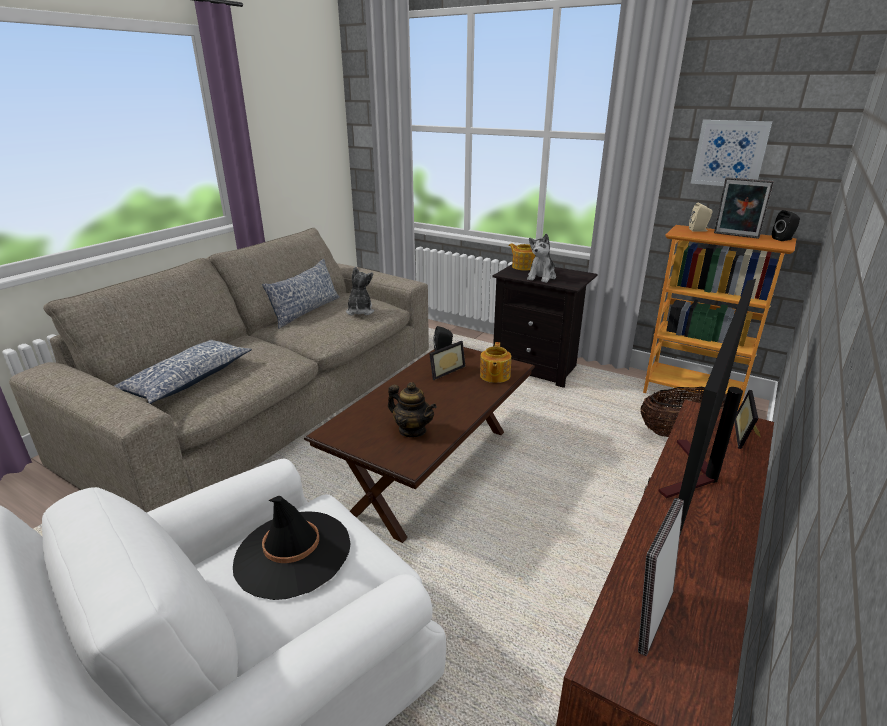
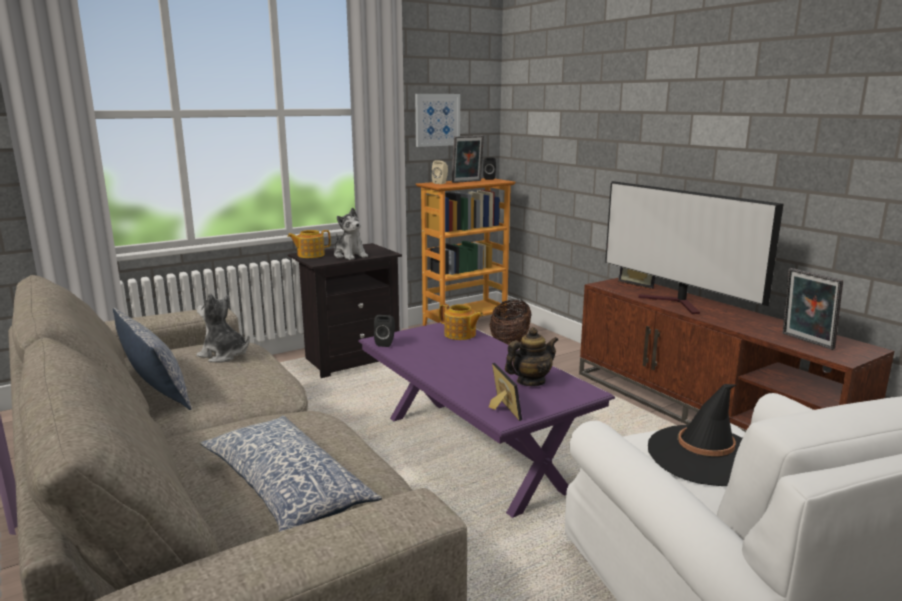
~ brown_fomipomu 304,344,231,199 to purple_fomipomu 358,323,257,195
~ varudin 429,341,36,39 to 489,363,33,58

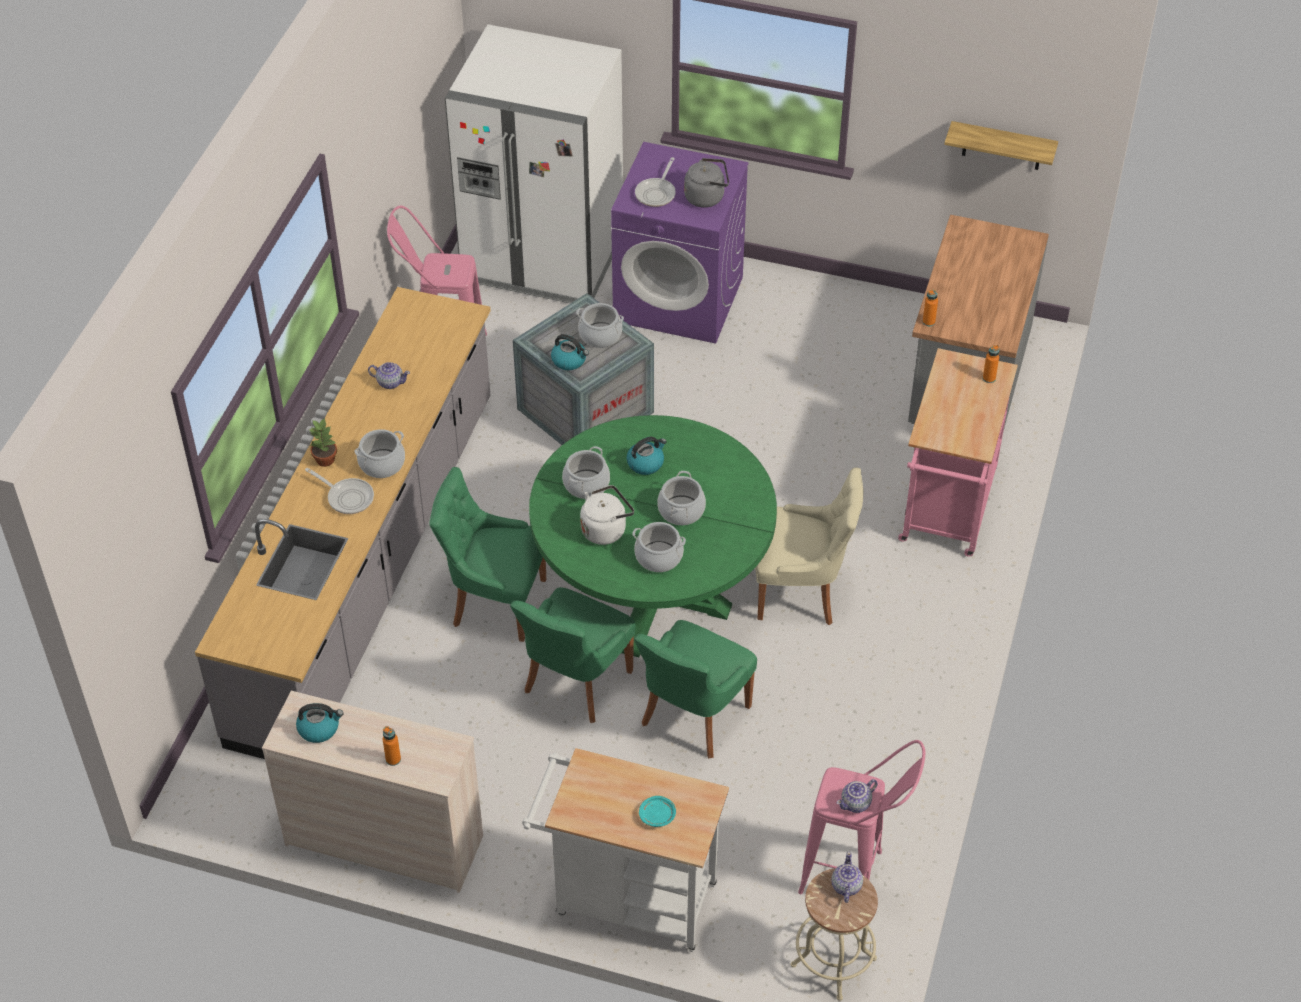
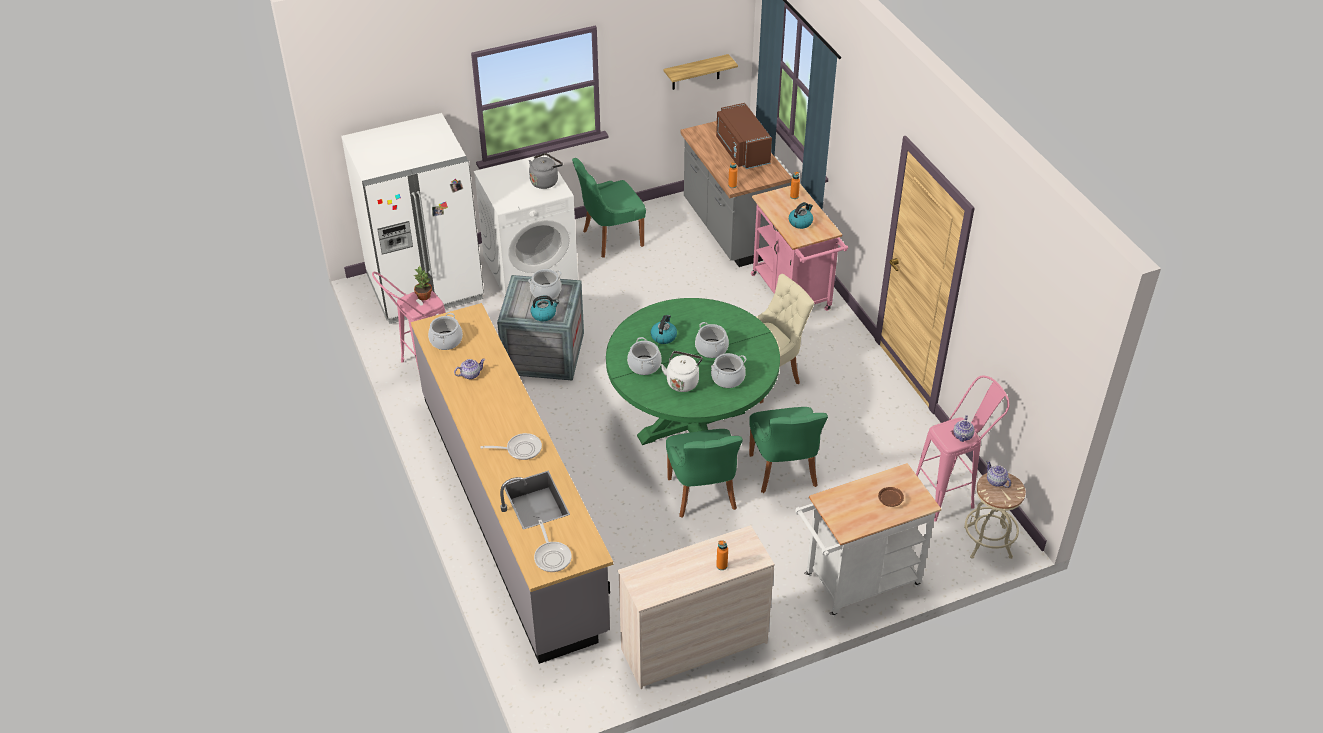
~ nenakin 296,703,48,40 to 789,202,24,27
~ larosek 309,419,28,48 to 414,266,18,34
~ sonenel 354,429,51,49 to 428,313,35,37
~ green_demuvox 429,467,117,175 to 572,158,74,100
~ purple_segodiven 611,142,138,202 to white_segodiven 474,155,104,141
~ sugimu 635,157,41,50 to 534,520,38,52
~ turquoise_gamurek 639,796,37,31 to brown_gamurek 878,487,26,20
+ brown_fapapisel 716,103,56,66

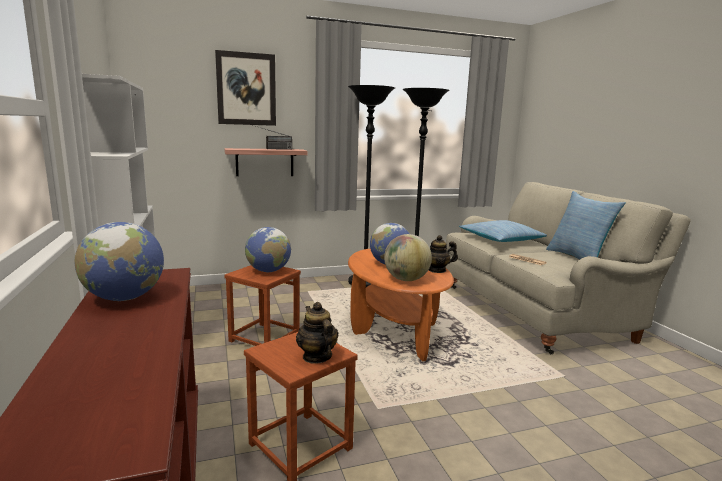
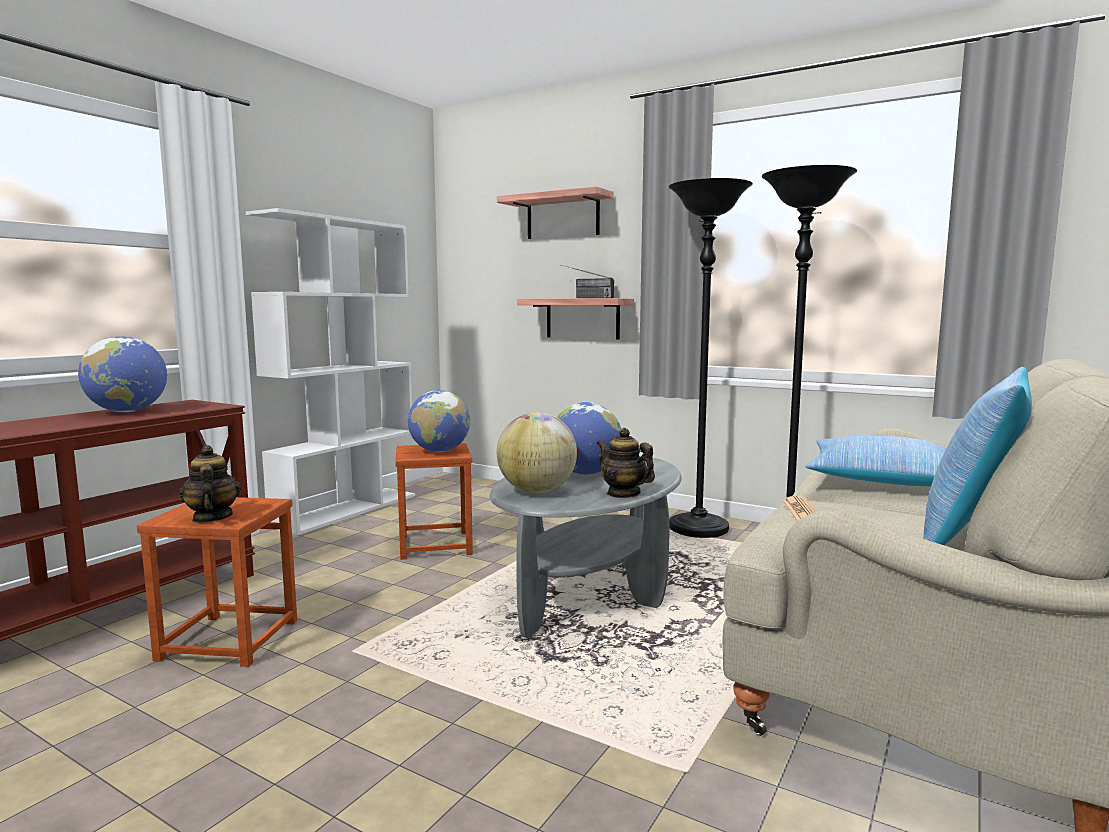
~ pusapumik 215,50,61,76 to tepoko 497,186,117,53
~ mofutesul 296,302,42,62 = 179,445,62,78 45 degrees counterclockwise
~ orange_fomipomu 348,249,106,112 to grey_fomipomu 490,455,192,183

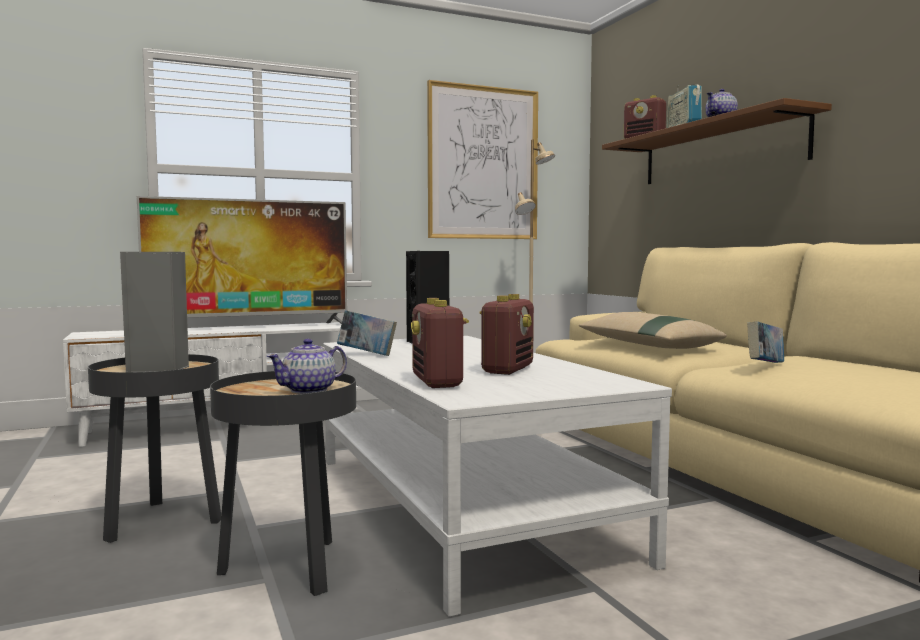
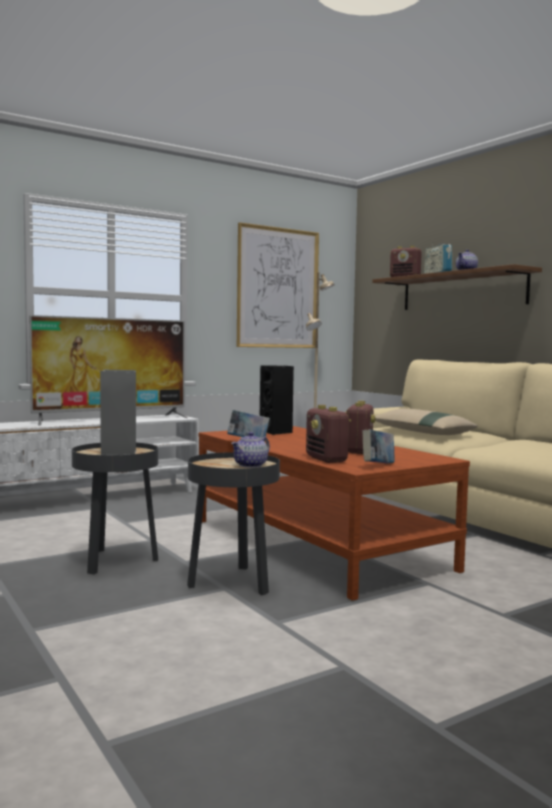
~ white_fomipomu 323,336,349,281 to brown_fomipomu 199,426,271,175
~ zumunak 747,321,37,42 to 362,429,33,34

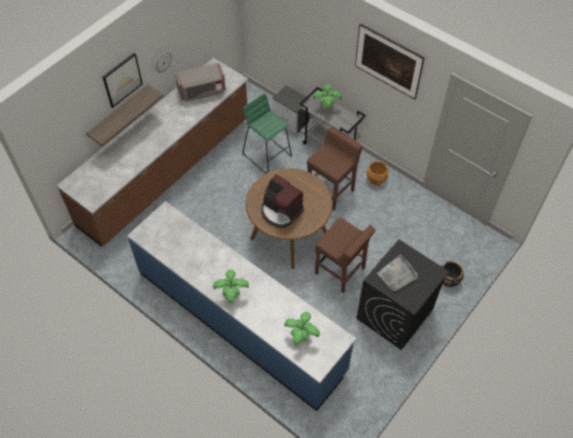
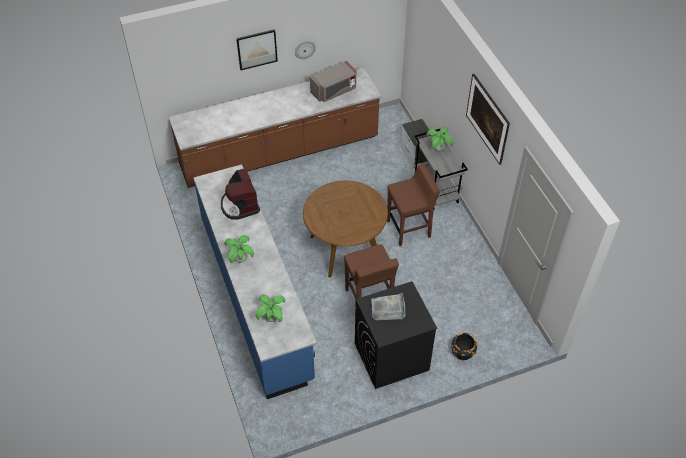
- tepoko 86,85,78,61
~ grey_fapapisel 175,63,51,39 = 310,61,46,41 45 degrees counterclockwise
- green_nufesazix 243,93,49,81
~ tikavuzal 261,174,43,54 to 221,168,39,52
- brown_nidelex 367,161,22,24

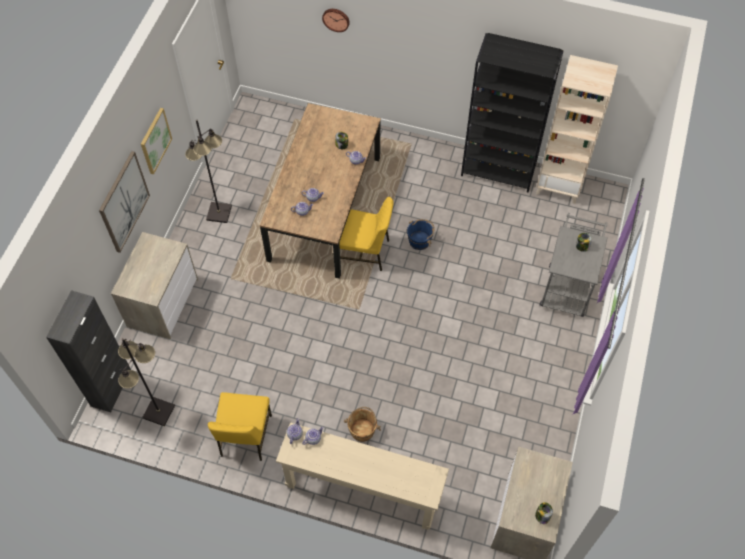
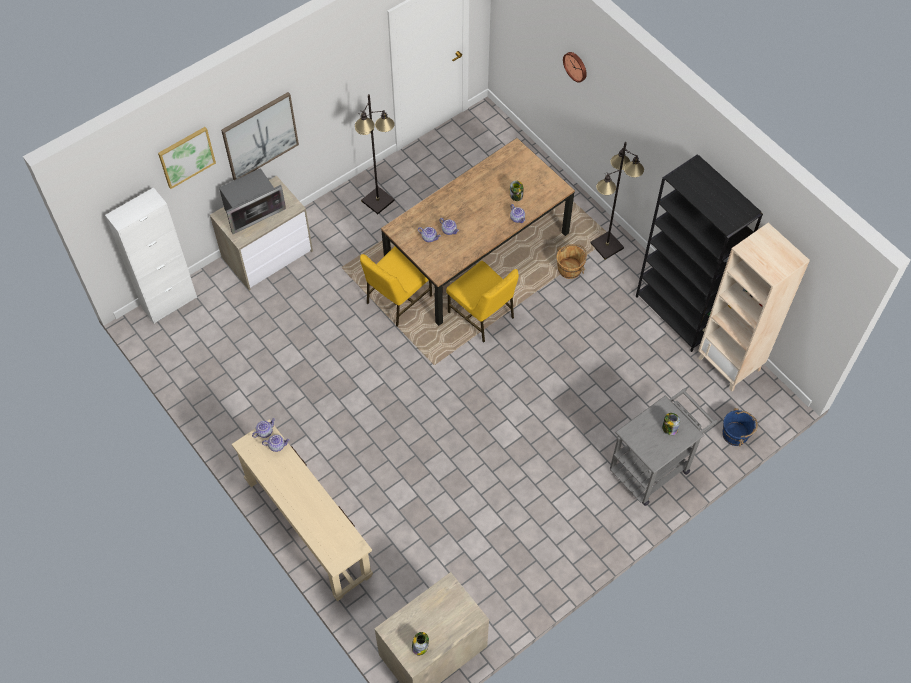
~ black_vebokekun 46,290,85,122 to white_vebokekun 105,187,92,137
~ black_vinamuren 118,338,57,88 to 590,142,54,118
~ pusapumik 141,108,31,66 to 158,127,58,62
~ yellow_demuvox 208,392,64,69 to 360,246,72,80
~ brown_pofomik 344,407,37,35 to 557,244,30,35
~ blue_pofomik 407,219,28,31 to 722,408,36,39
+ fapapisel 219,168,67,66

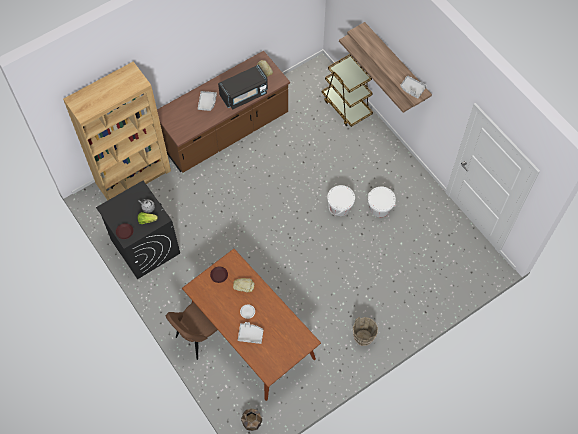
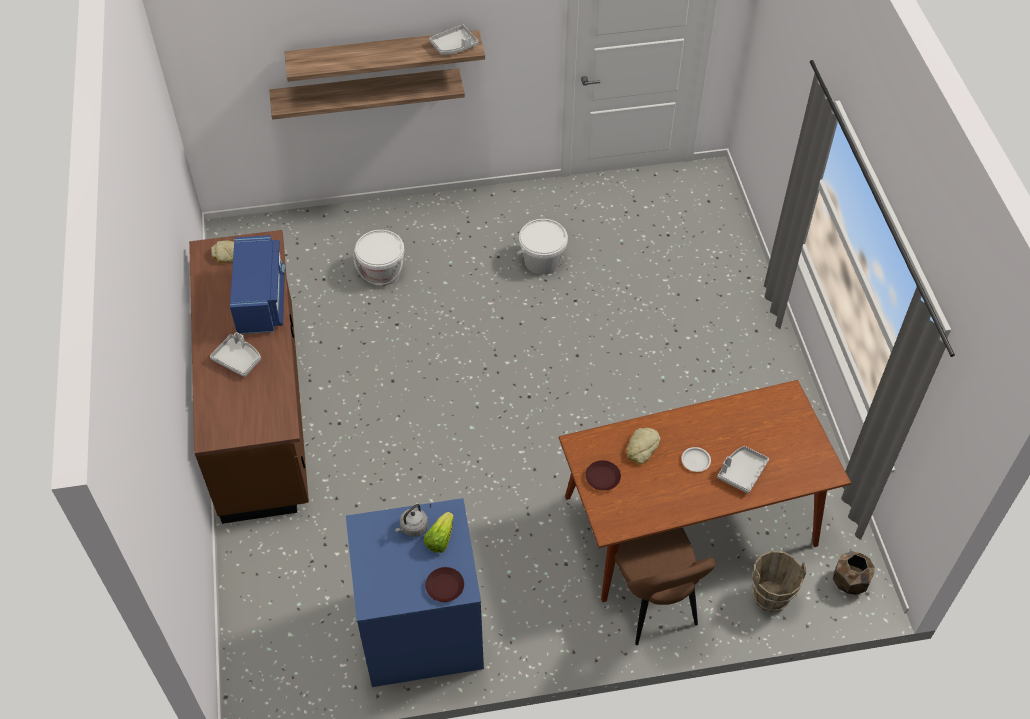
- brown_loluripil 63,61,108,139
~ black_segodiven 96,181,84,98 to blue_segodiven 346,498,138,189
~ black_fapapisel 218,65,50,44 to blue_fapapisel 230,235,55,99
- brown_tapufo 322,54,51,73
~ white_pofomik 327,185,28,31 to 354,230,50,56
~ brown_pofomik 353,317,25,29 to 752,551,54,61

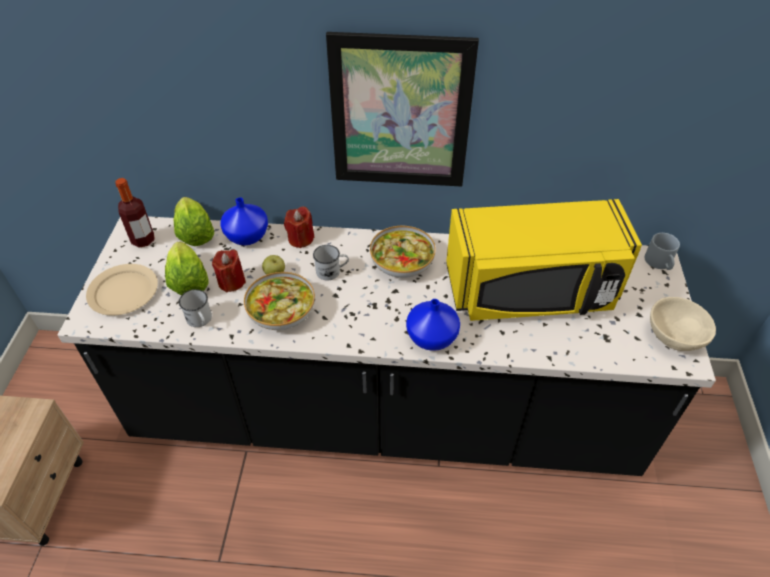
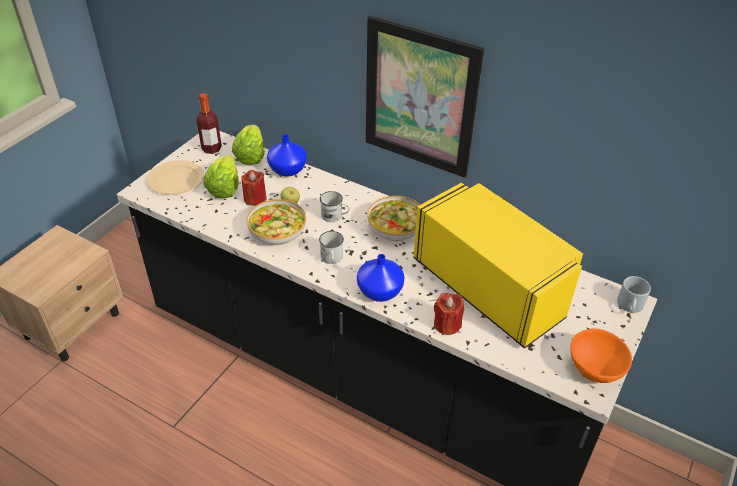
~ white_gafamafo 179,289,33,38 to 319,231,25,33
~ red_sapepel 284,206,30,42 to 434,293,30,42
~ yellow_fapapisel 446,199,196,122 = 413,183,170,166 150 degrees counterclockwise
~ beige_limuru 650,297,66,54 to orange_limuru 570,329,62,54

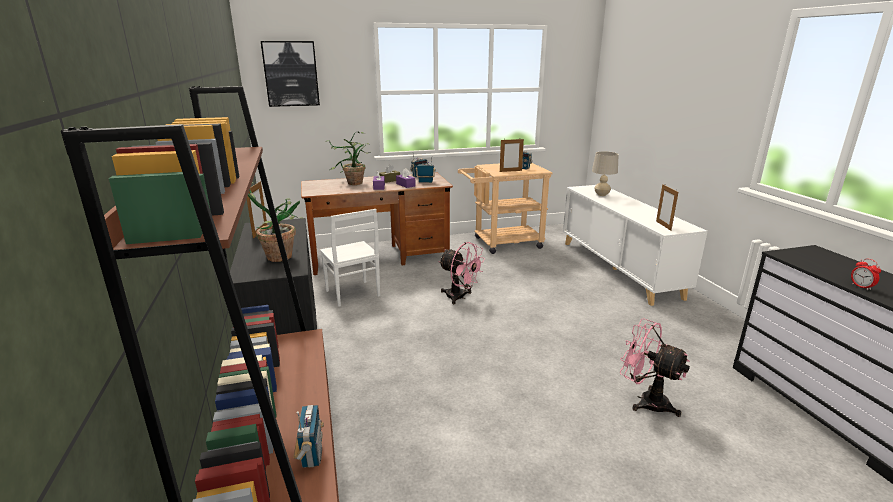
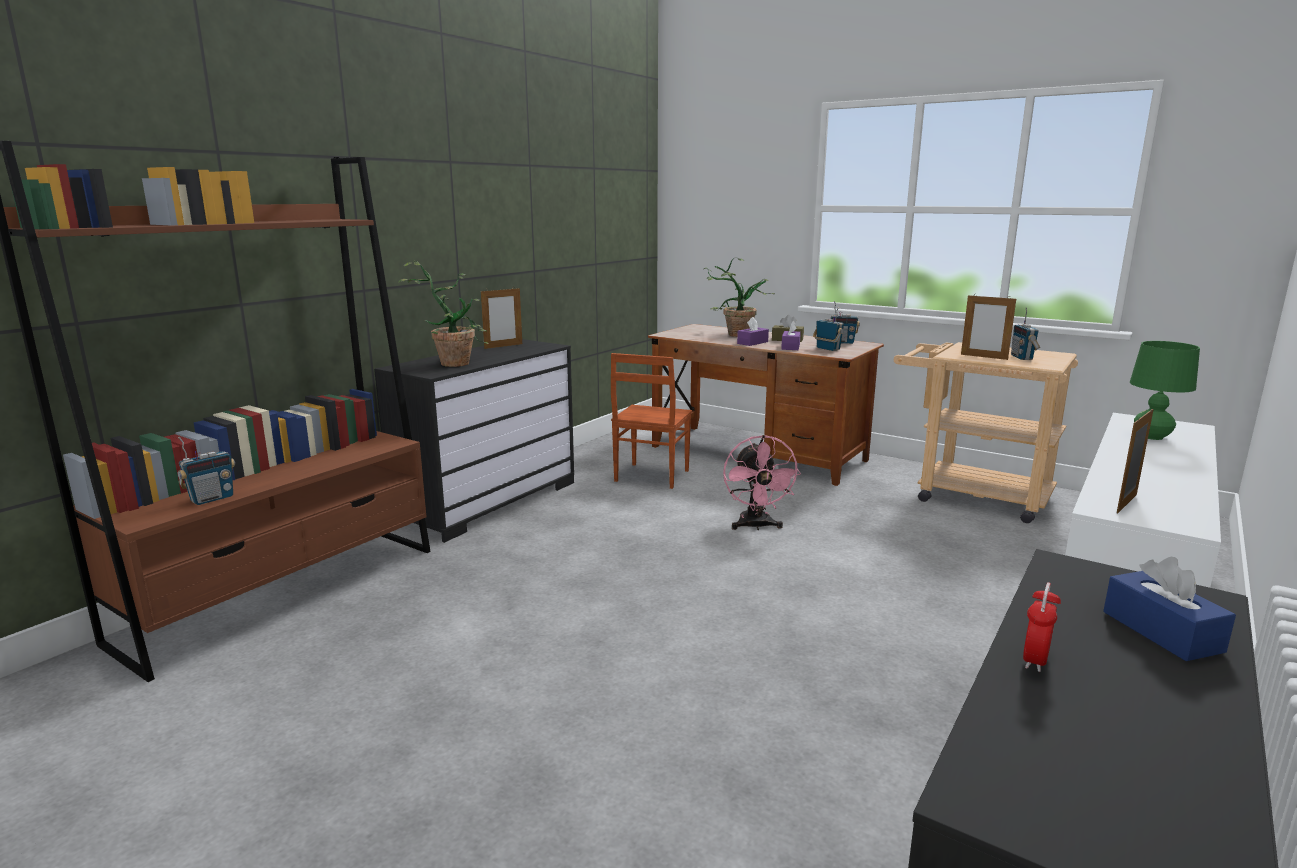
- pusapumik 261,41,59,66
~ white_demuvox 320,209,60,98 to brown_demuvox 611,353,81,136
~ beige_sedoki 592,152,27,44 to green_sedoki 1130,341,70,99
- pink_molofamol 620,318,70,99
+ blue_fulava 1103,557,133,104

